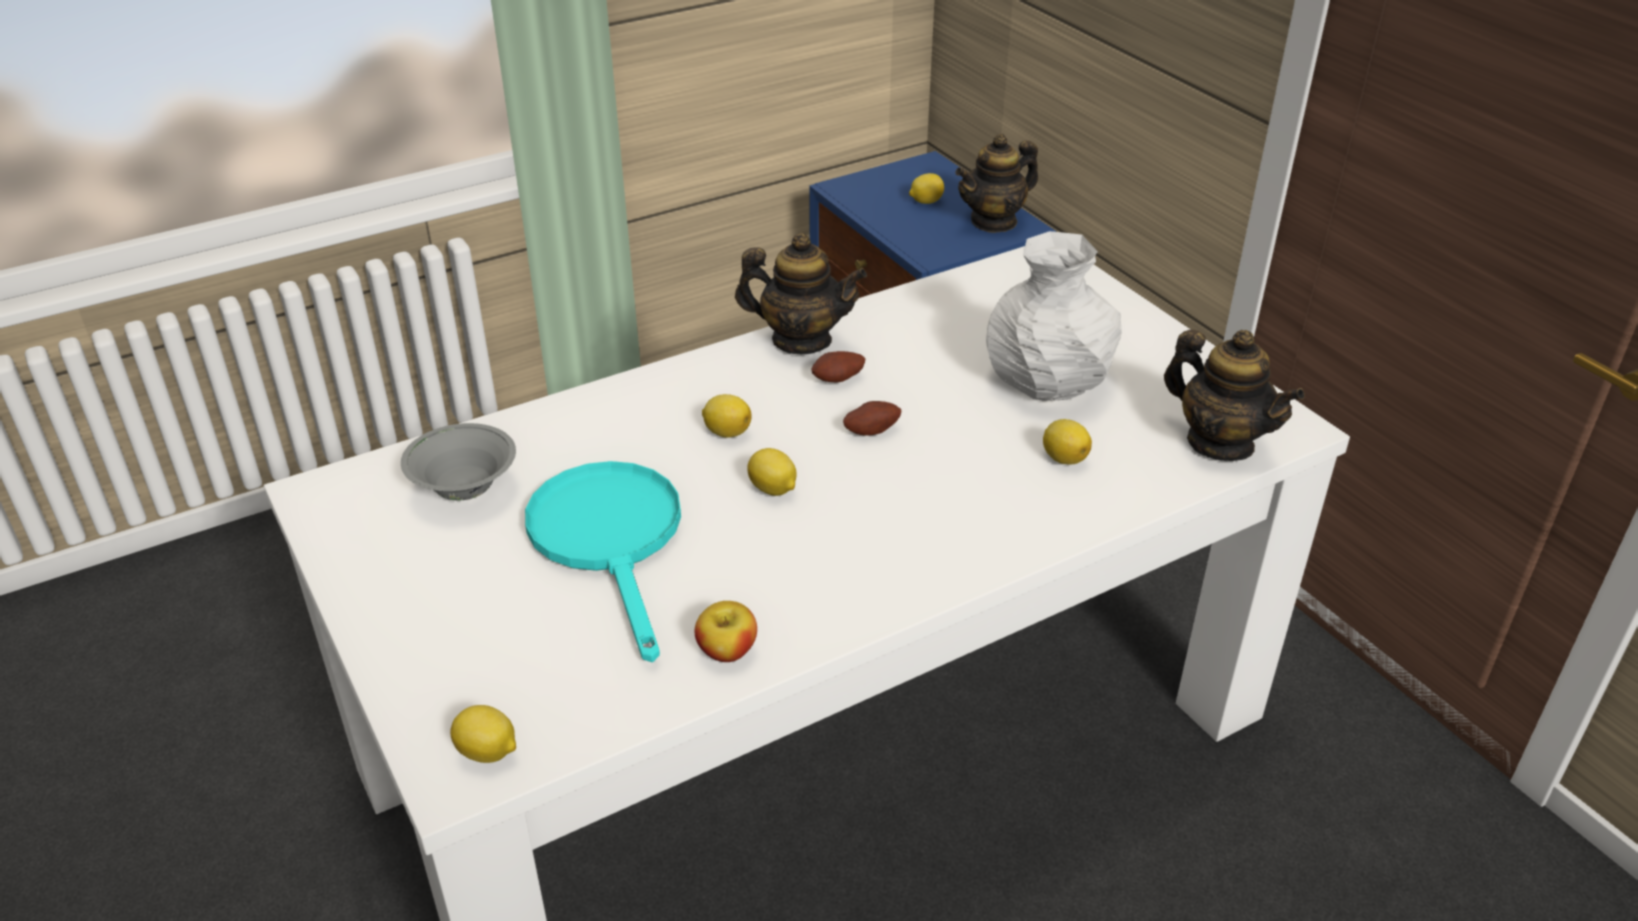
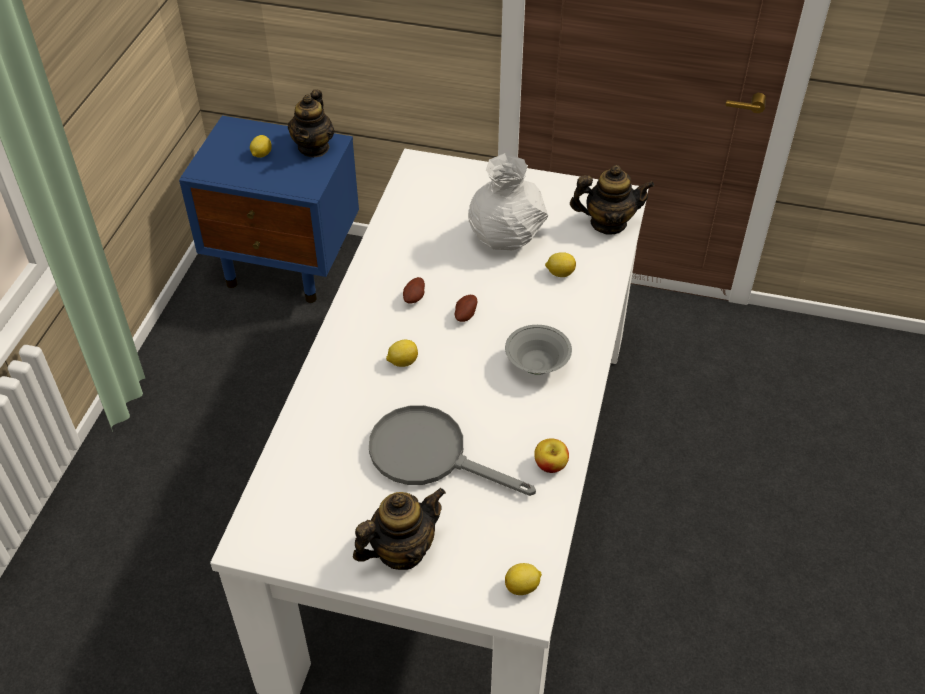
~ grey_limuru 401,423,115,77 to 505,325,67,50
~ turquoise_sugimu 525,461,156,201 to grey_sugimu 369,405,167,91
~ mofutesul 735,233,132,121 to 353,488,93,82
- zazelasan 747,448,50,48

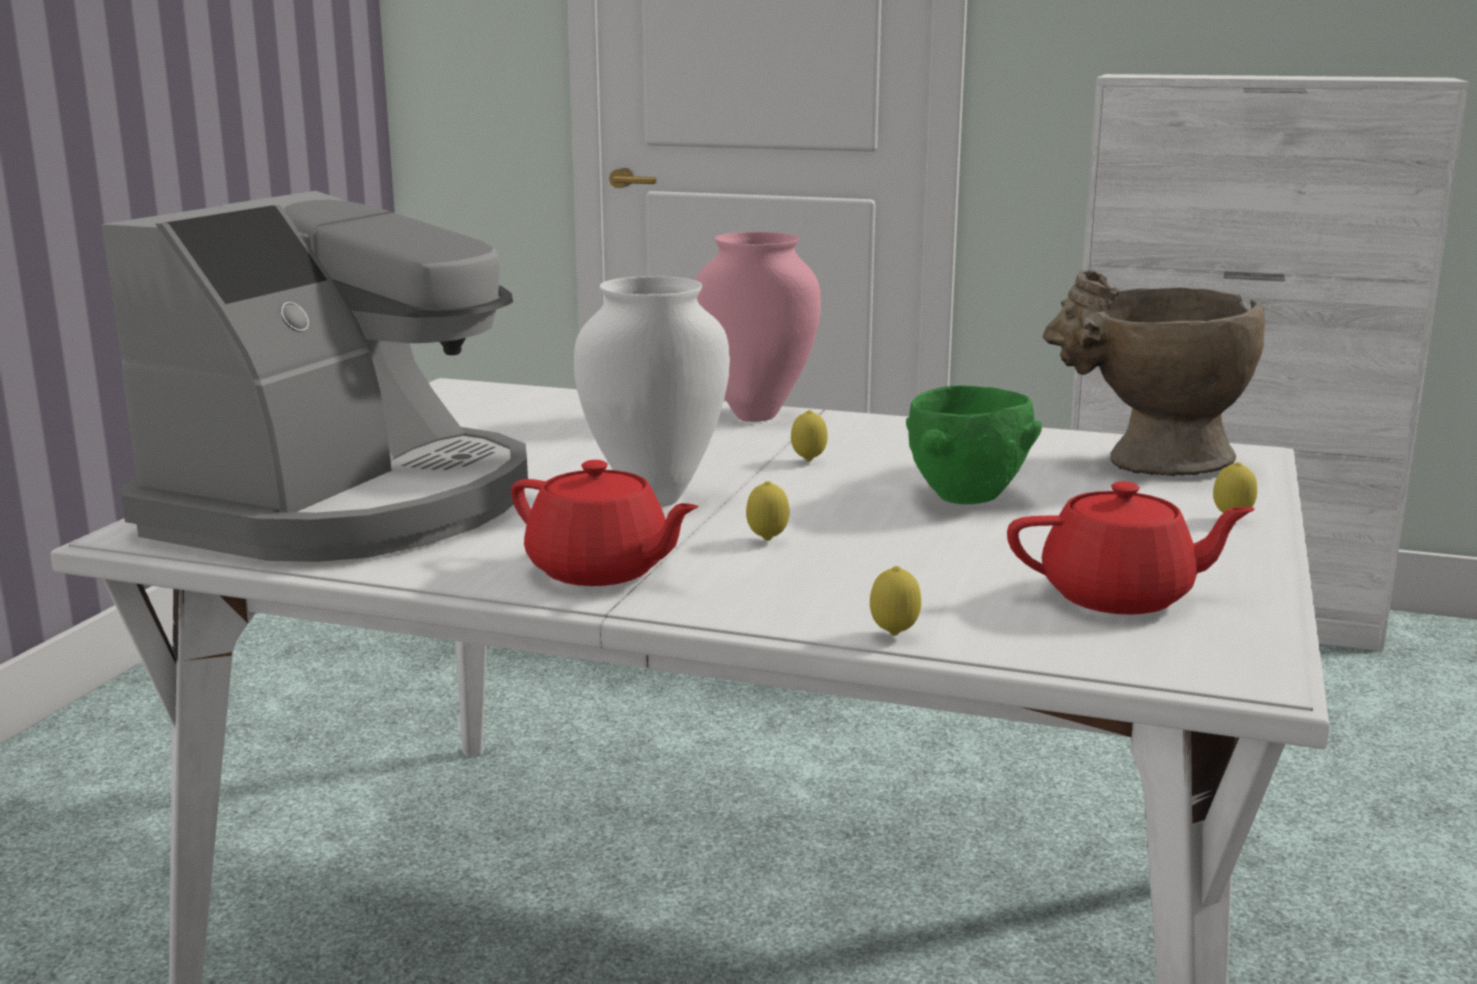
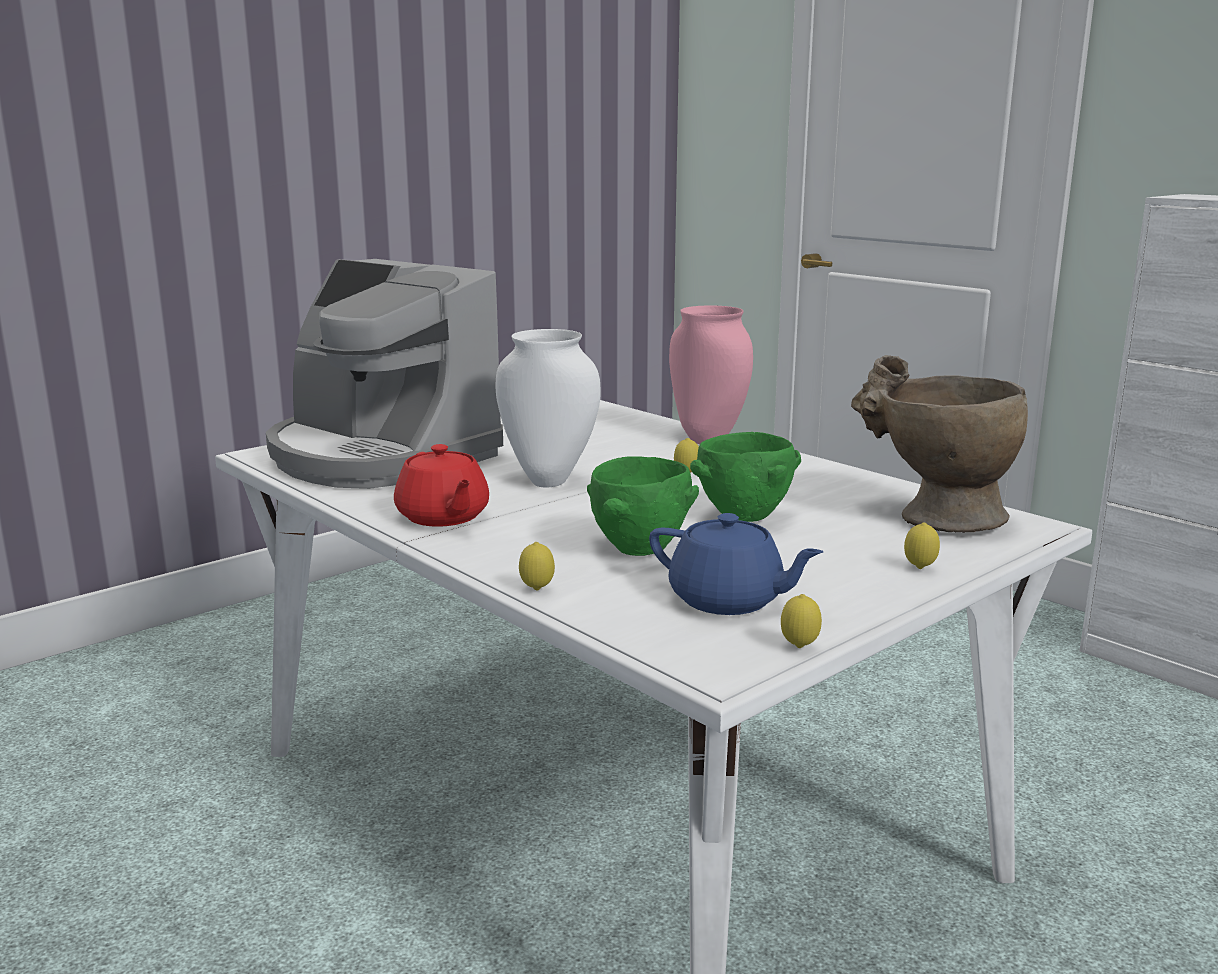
~ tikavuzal 101,191,427,371 = 266,259,237,230 75 degrees clockwise
~ zazelasan 746,481,43,60 to 781,594,41,54
~ red_mofutesul 1007,481,248,134 to blue_mofutesul 649,513,174,102
+ green_limuru 587,456,112,100

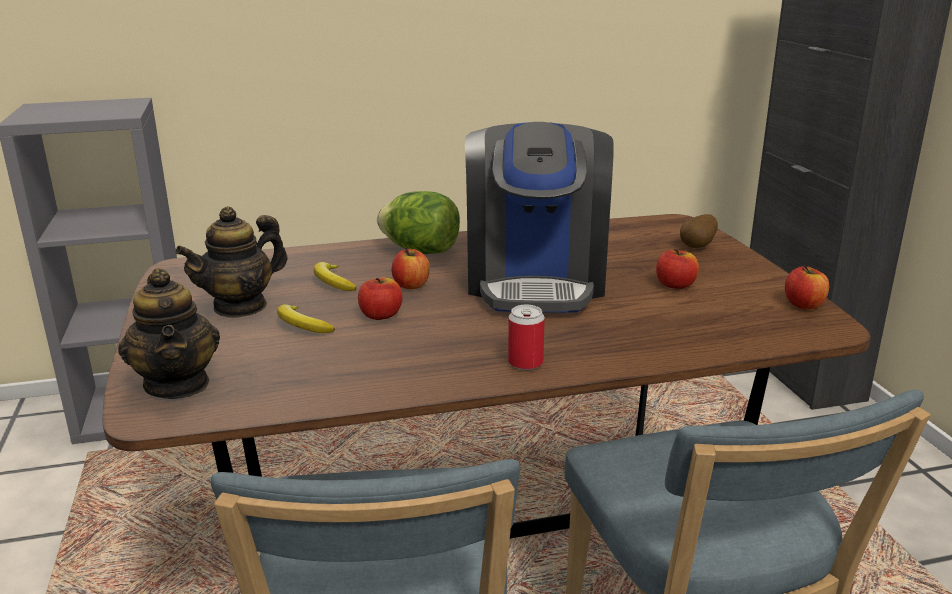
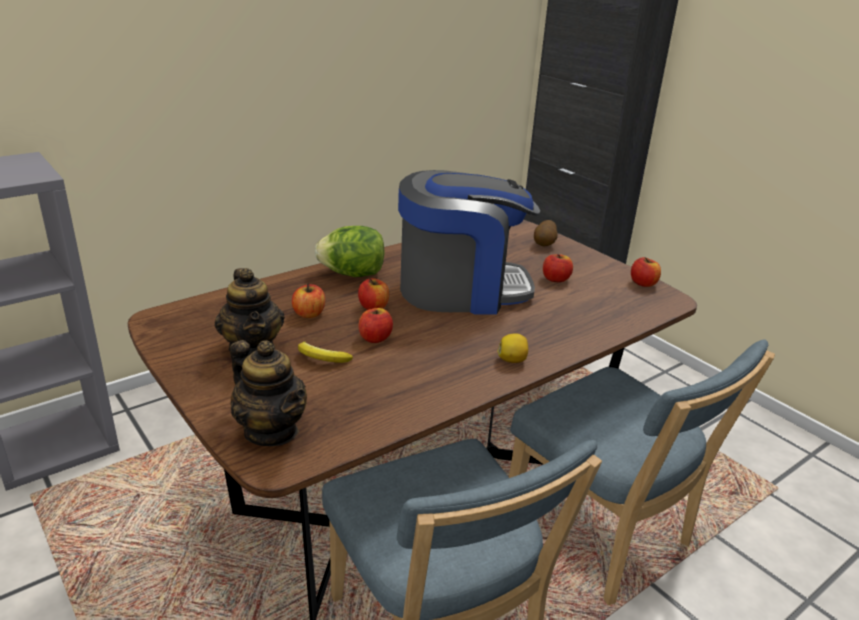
~ mofutesul 175,206,113,112 = 214,268,71,88 45 degrees counterclockwise
~ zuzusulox 314,262,43,29 to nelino 292,283,33,35
~ tikavuzal 465,122,149,191 = 398,170,142,144 75 degrees counterclockwise
~ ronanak 508,305,37,65 to zazelasan 497,334,31,29

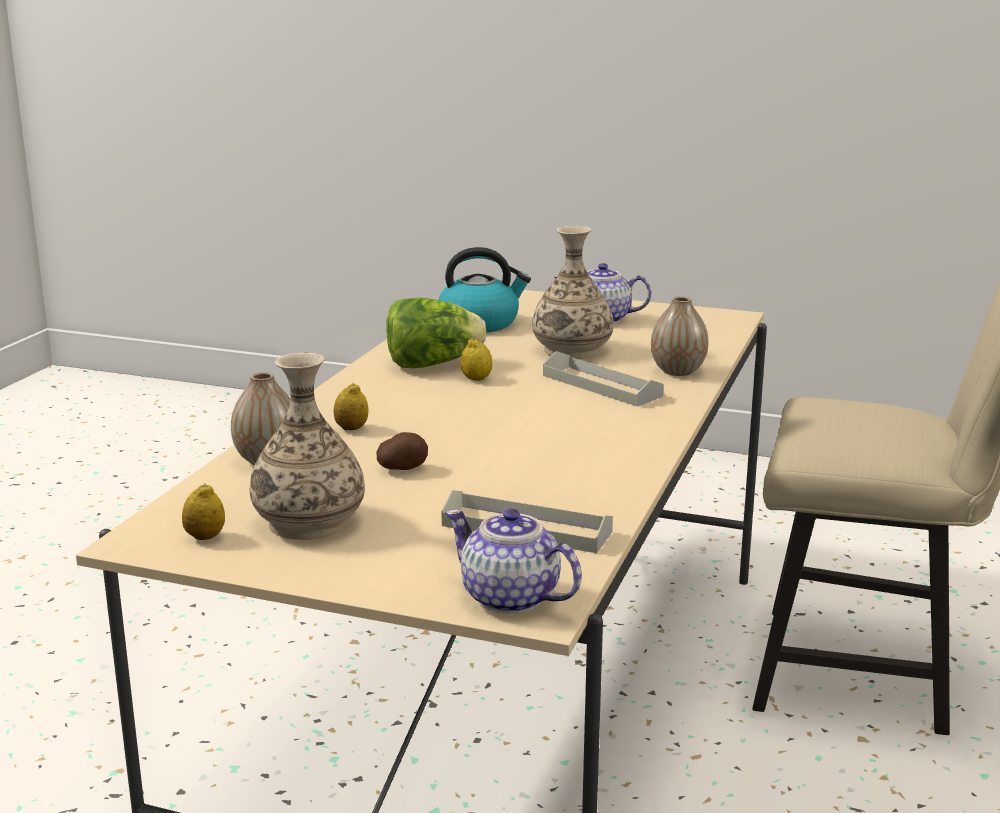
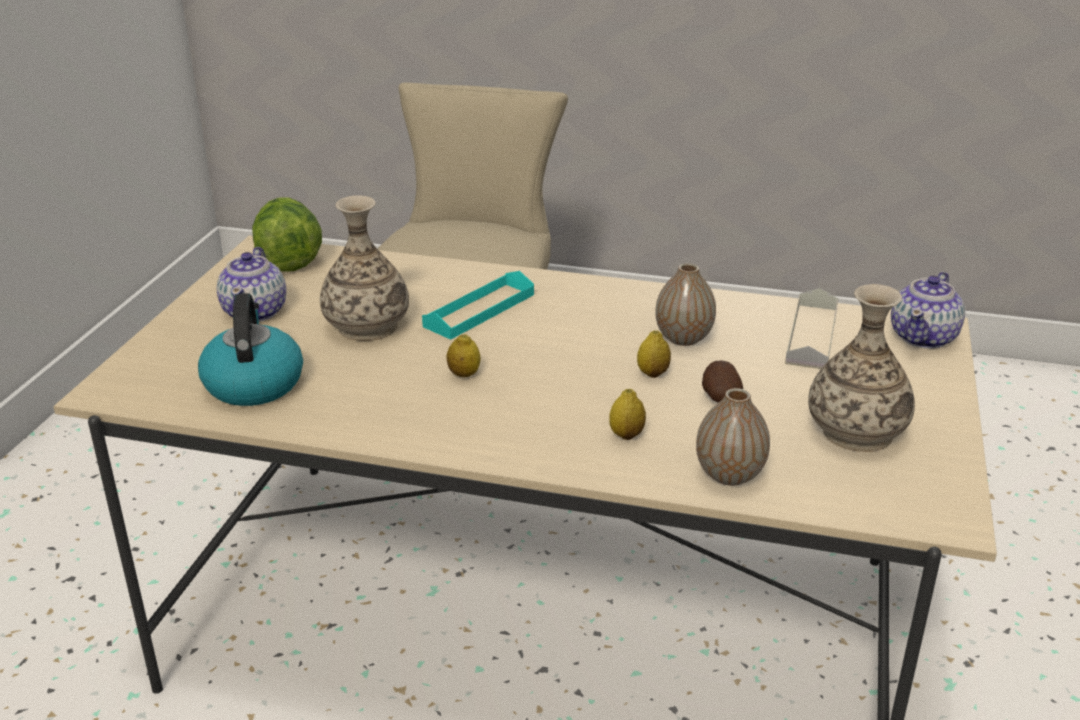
~ zazelasan 182,483,43,57 to 637,330,34,48
~ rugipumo 386,298,100,70 to 252,198,70,74
~ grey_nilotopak 543,351,121,56 to turquoise_nilotopak 422,271,112,69
~ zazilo 651,296,57,80 to 655,263,61,83

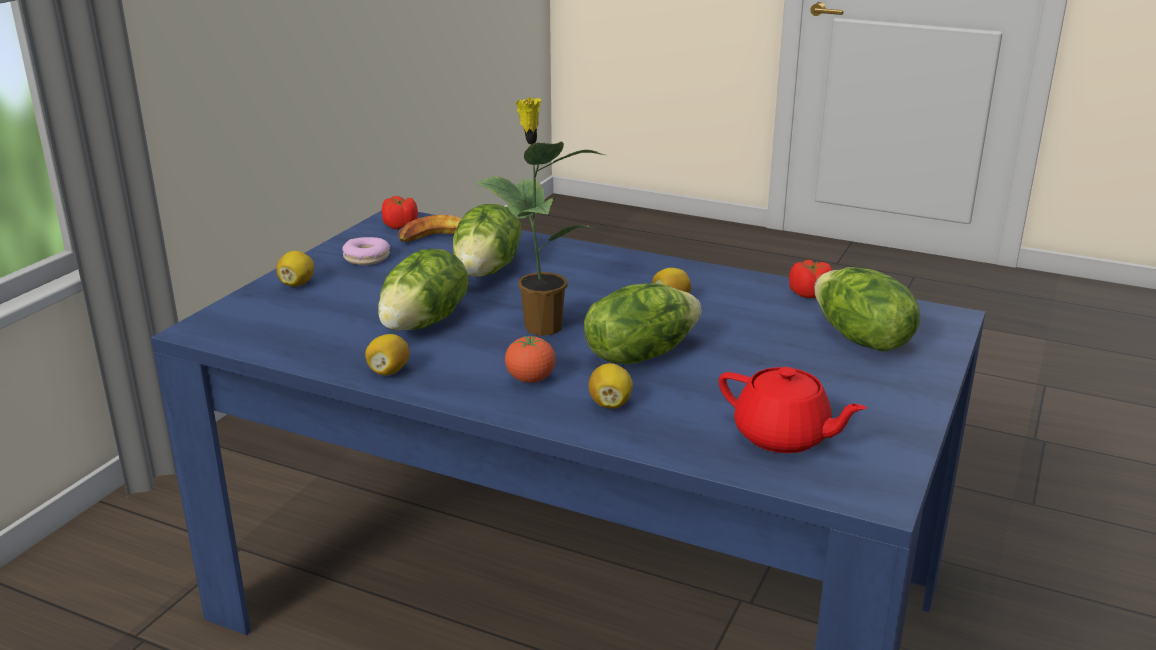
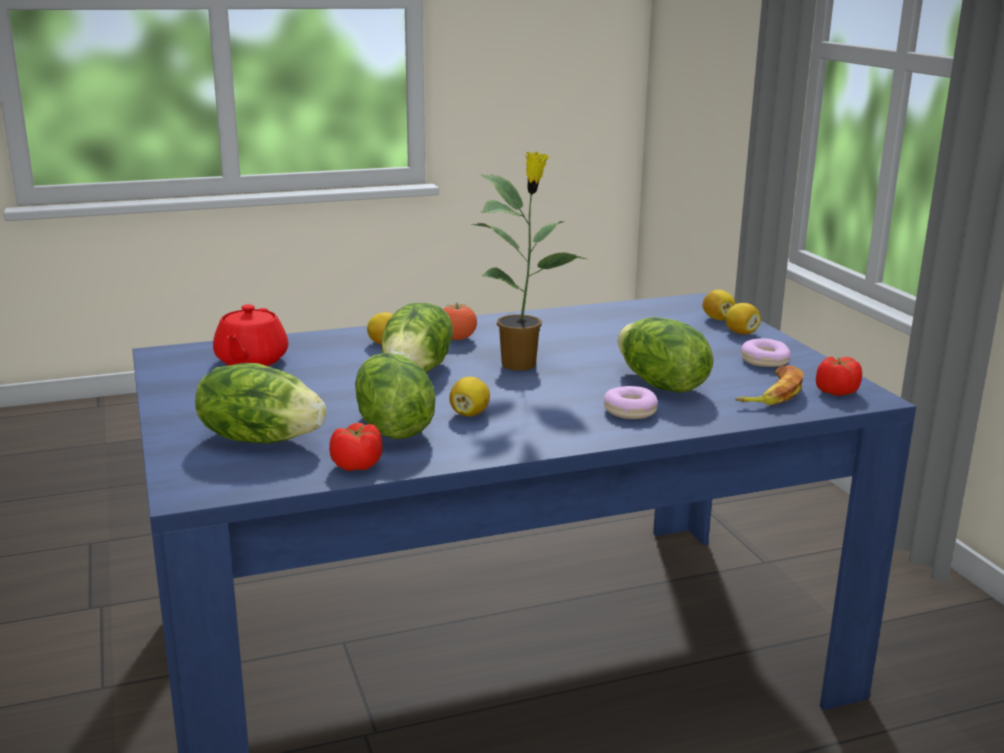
~ zazelasan 365,334,45,41 to 702,290,34,30
~ rugipumo 378,249,91,81 to 355,352,81,87
~ red_mofutesul 719,367,148,86 = 213,304,75,62 75 degrees counterclockwise
+ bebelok 604,386,54,33

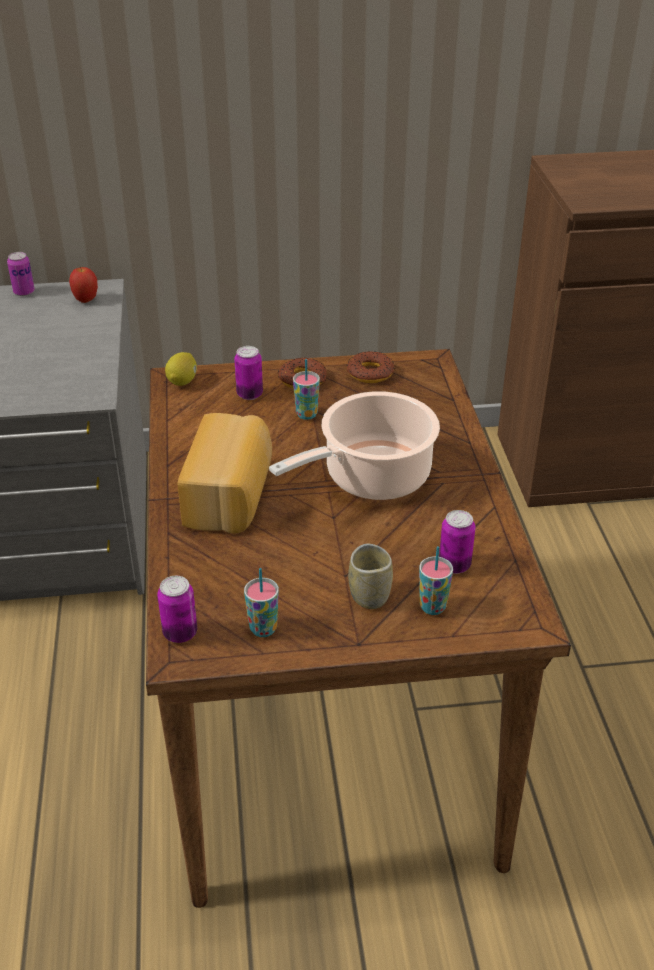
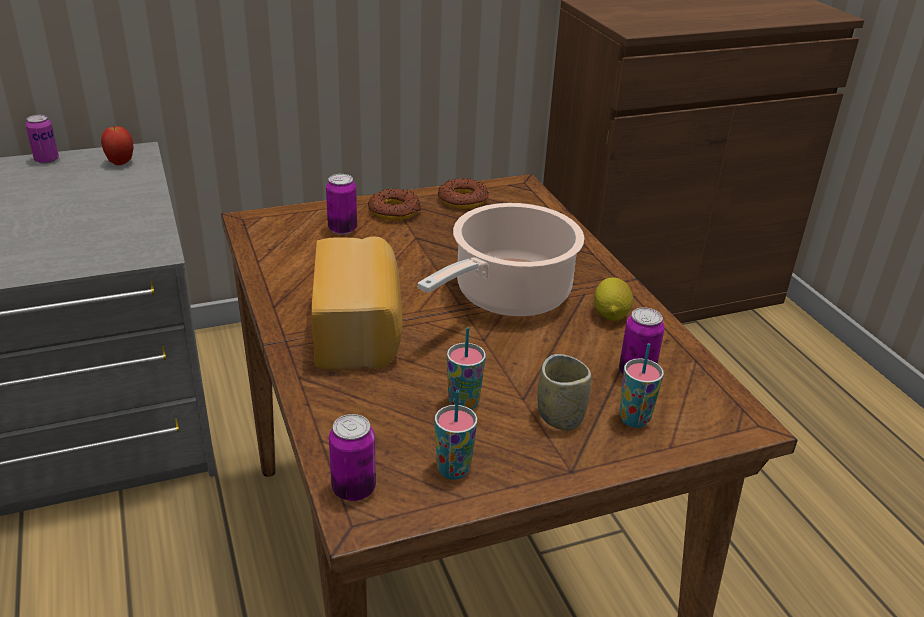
~ zazelasan 165,352,32,34 to 594,278,39,43
~ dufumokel 293,359,27,61 to 447,327,39,83

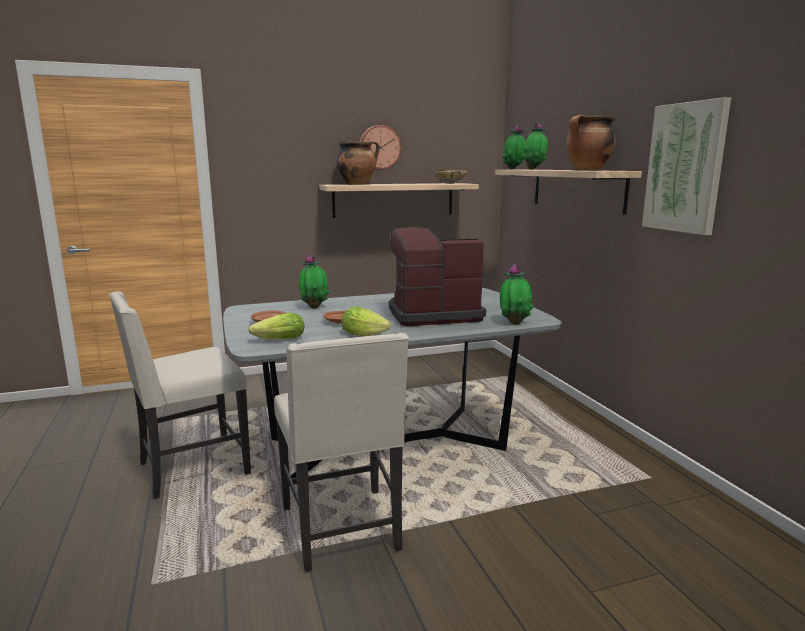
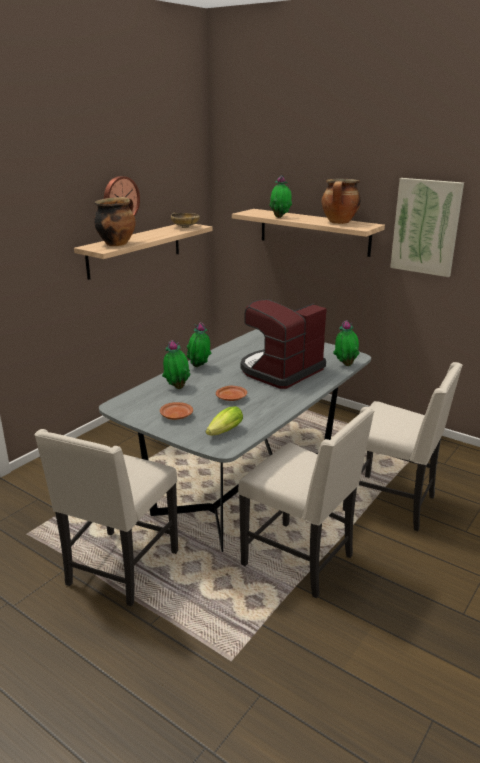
- rugipumo 341,307,50,29
~ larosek 502,124,24,45 to 186,322,26,45
+ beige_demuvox 343,362,120,169

